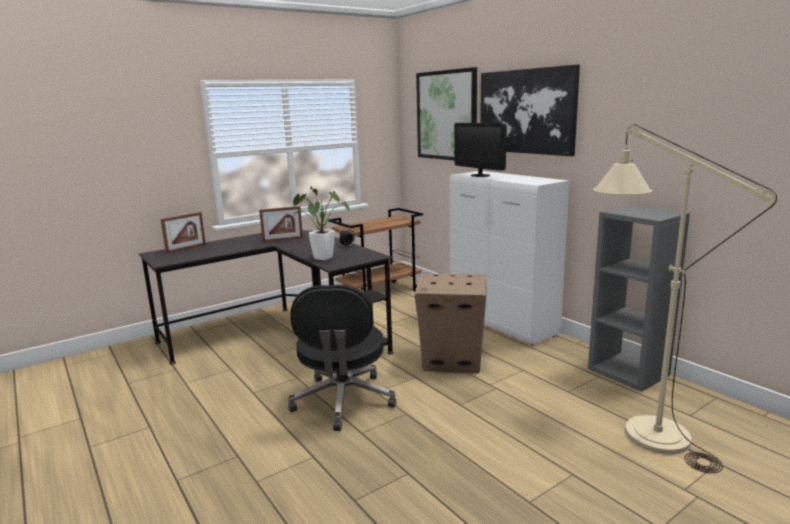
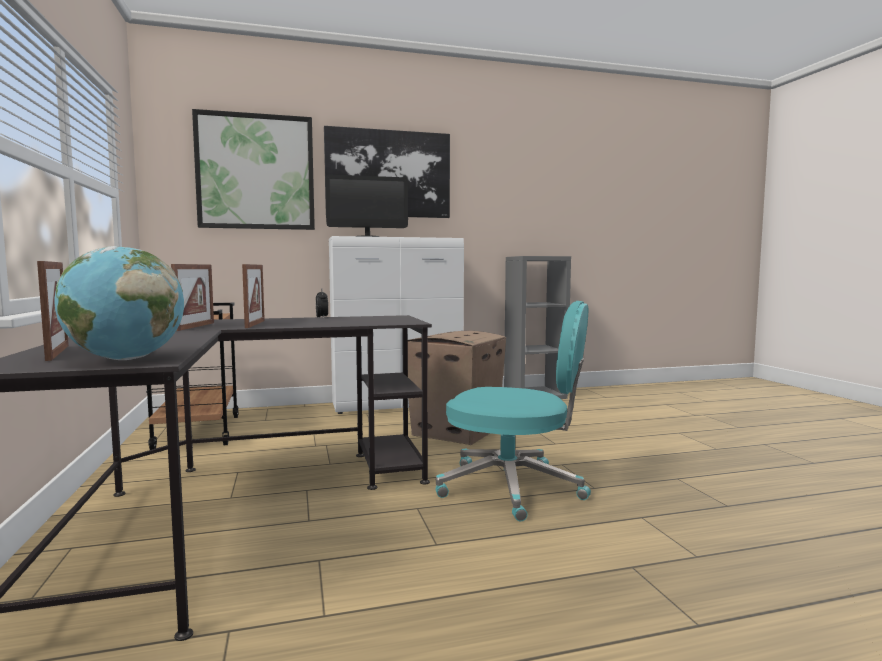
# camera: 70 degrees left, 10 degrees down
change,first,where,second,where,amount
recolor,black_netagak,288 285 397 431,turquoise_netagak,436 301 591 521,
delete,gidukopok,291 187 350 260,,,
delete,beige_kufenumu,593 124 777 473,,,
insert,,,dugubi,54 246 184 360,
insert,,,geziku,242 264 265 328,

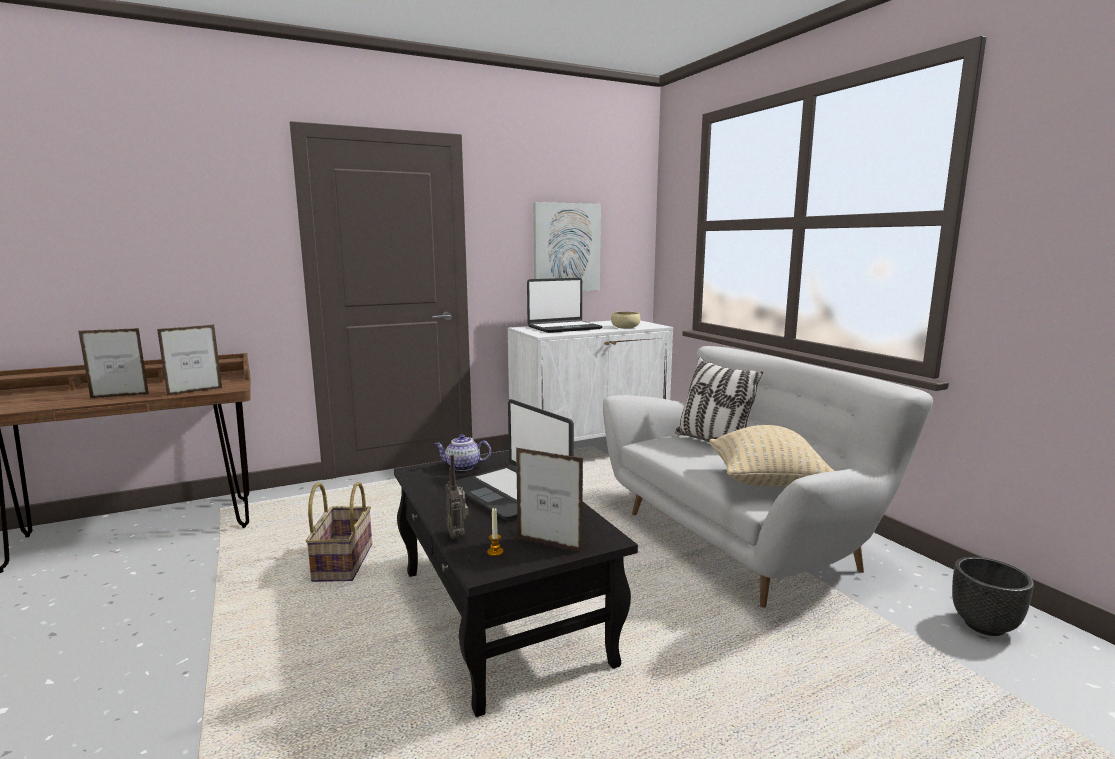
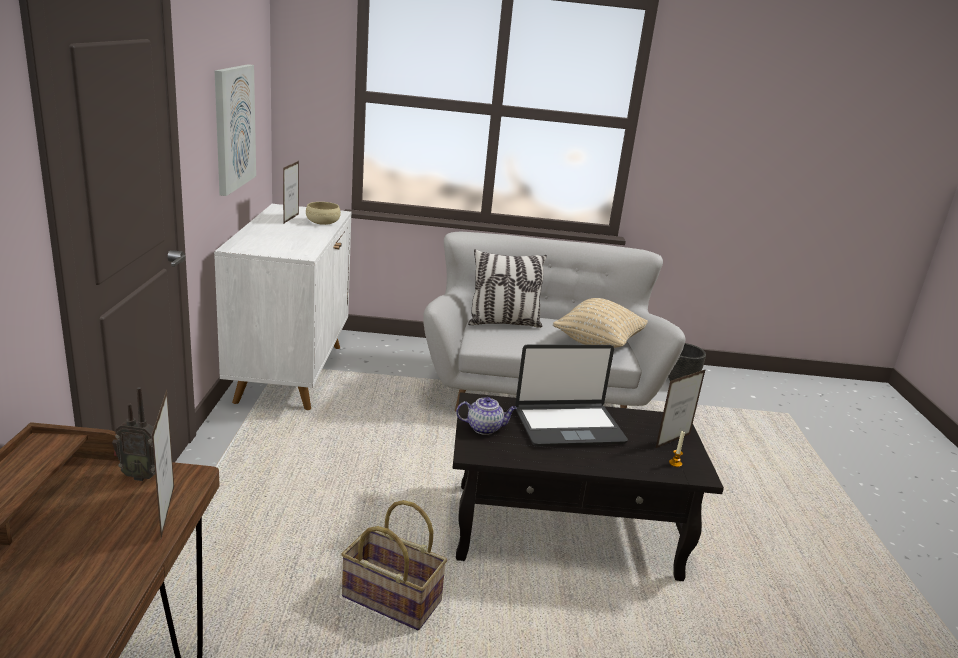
# camera: 65 degrees left, 10 degrees up
change,first,where,second,where,amount
move,geziku,78 328 149 399,,283 161 299 224,
rotate,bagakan,434 434 491 471,,456 397 517 435,120 degrees counterclockwise
move,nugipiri,445 454 469 539,,112 387 155 481,
delete,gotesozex,527 278 603 333,,,

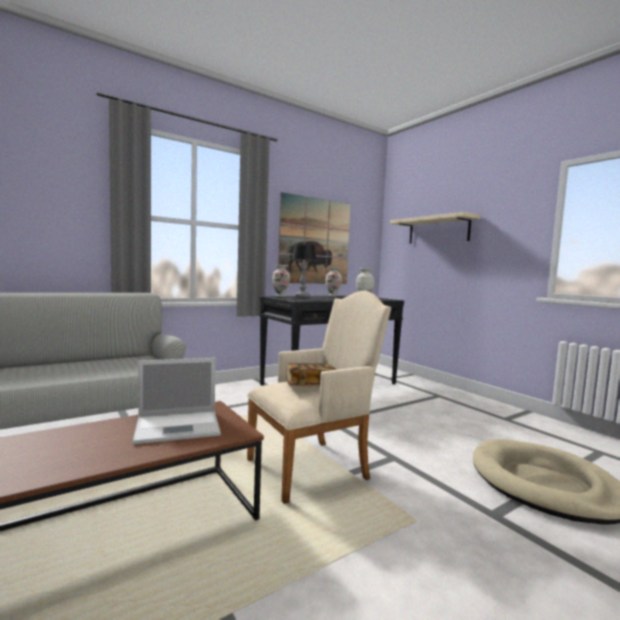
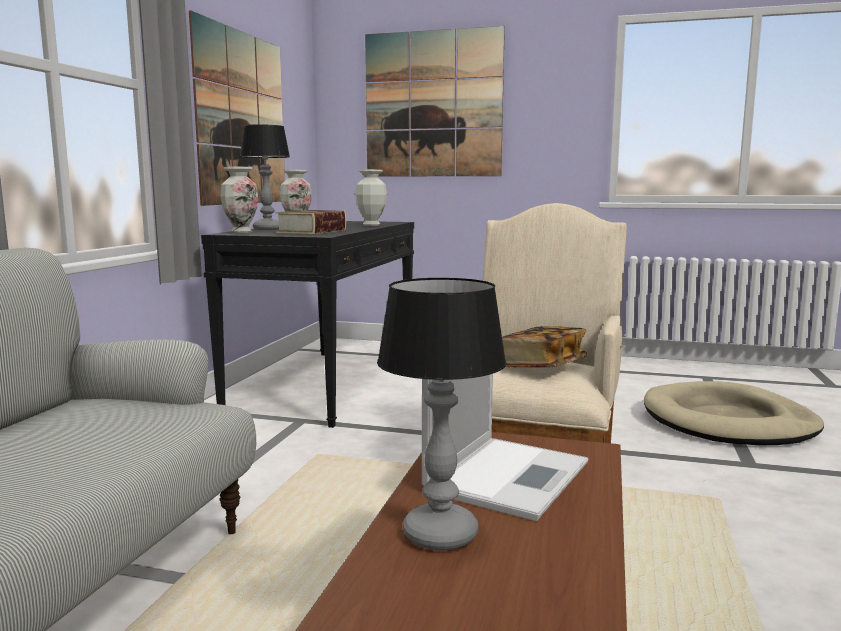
# camera: 40 degrees left, 5 degrees up
change,first,where,second,where,amount
replace,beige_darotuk,390 212 480 244,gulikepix,365 26 505 177,
insert,,,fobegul,276 210 346 234,
insert,,,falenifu,377 278 506 550,

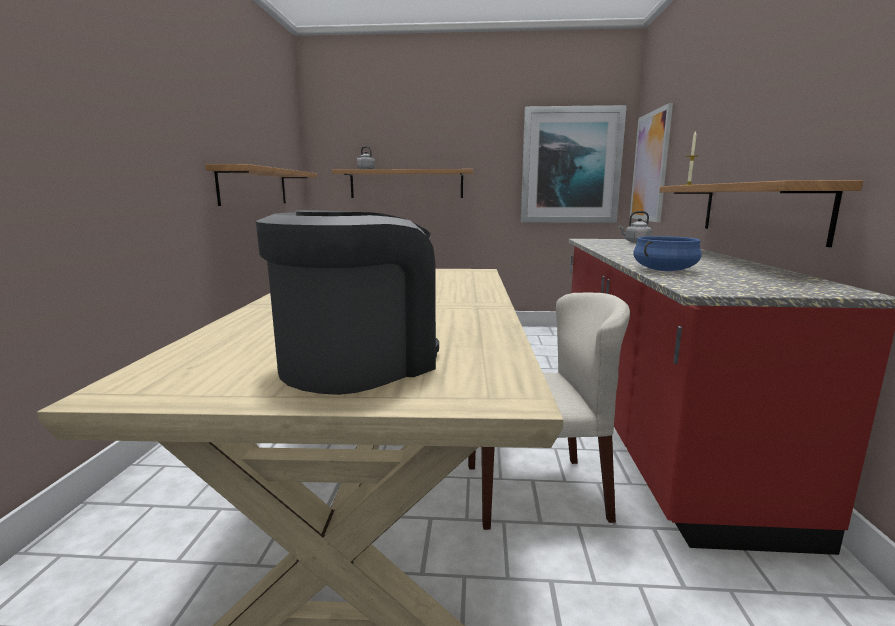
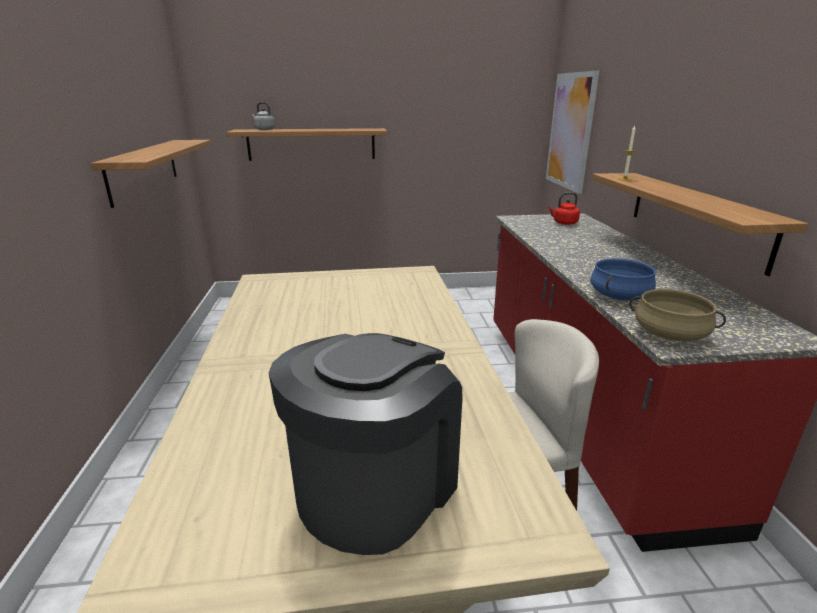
# camera: 10 degrees left, 10 degrees up
change,first,where,second,where,amount
delete,gulikepix,521 105 627 223,,,
recolor,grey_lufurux,618 211 652 243,red_lufurux,548 192 580 225,
insert,,,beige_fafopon,629 289 726 341,

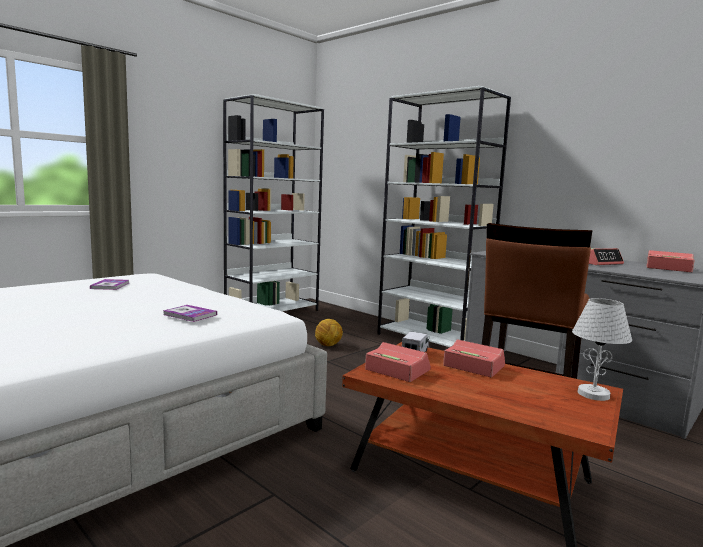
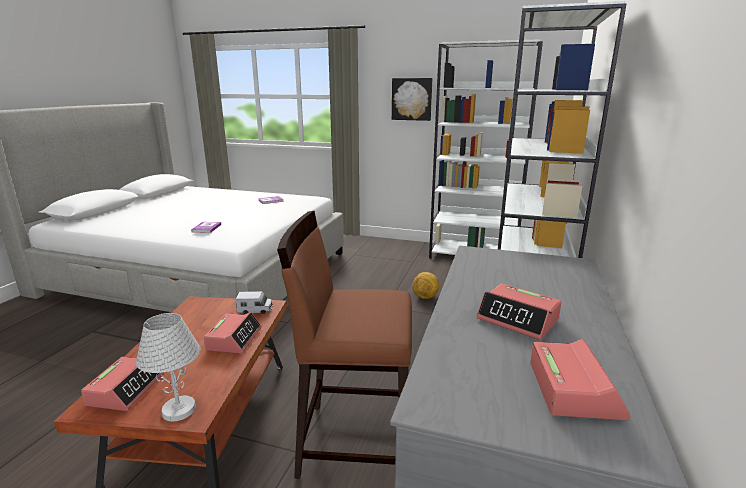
# camera: 65 degrees right, 10 degrees up
change,first,where,second,where,amount
move,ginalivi,365 342 431 382,,81 357 164 411,
insert,,,gulikepix,392 78 432 121,

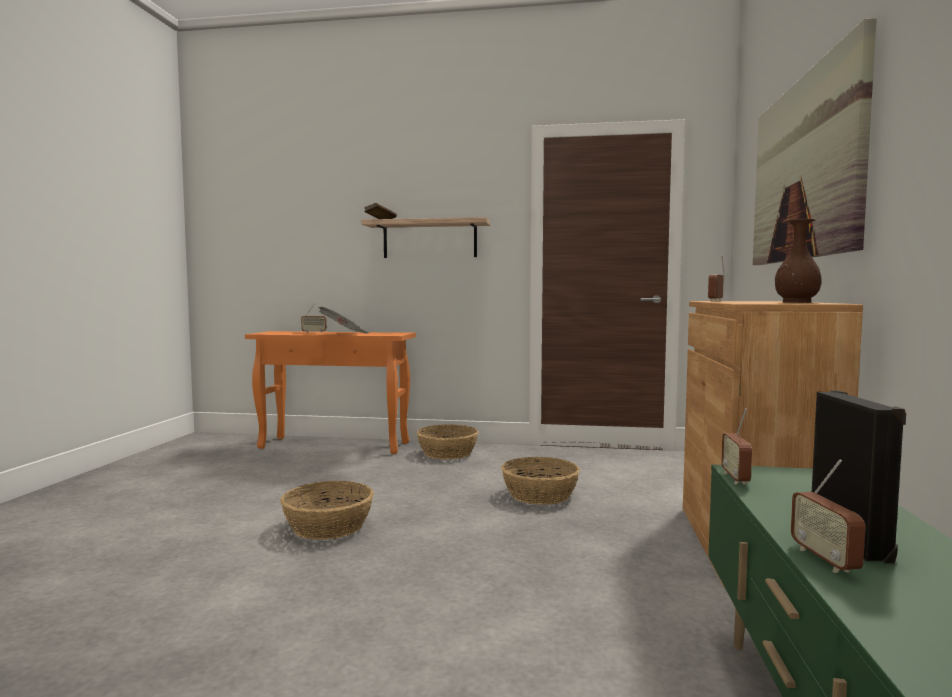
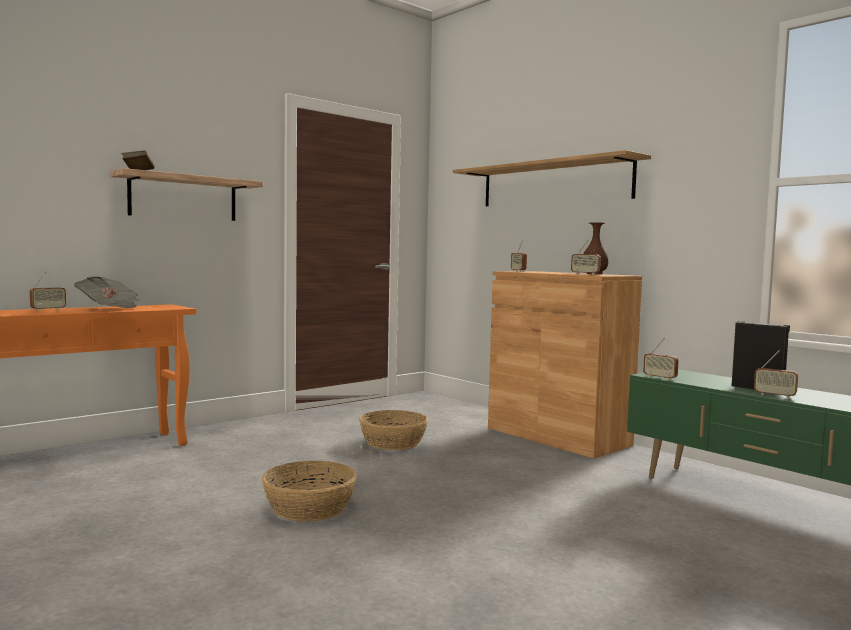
# camera: 50 degrees left, 0 degrees up
change,first,where,second,where,amount
delete,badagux,417 424 479 460,,,
replace,gulikepix,753 18 876 265,darotuk,453 150 651 206,
insert,,,nugipiri,571 239 601 275,

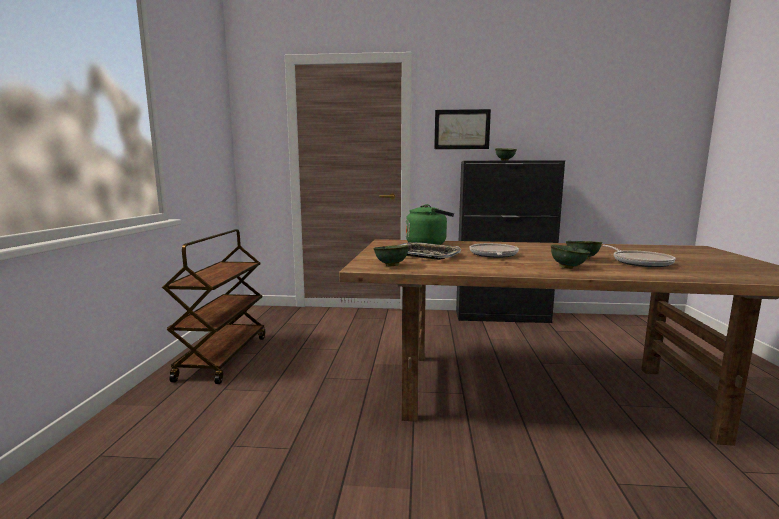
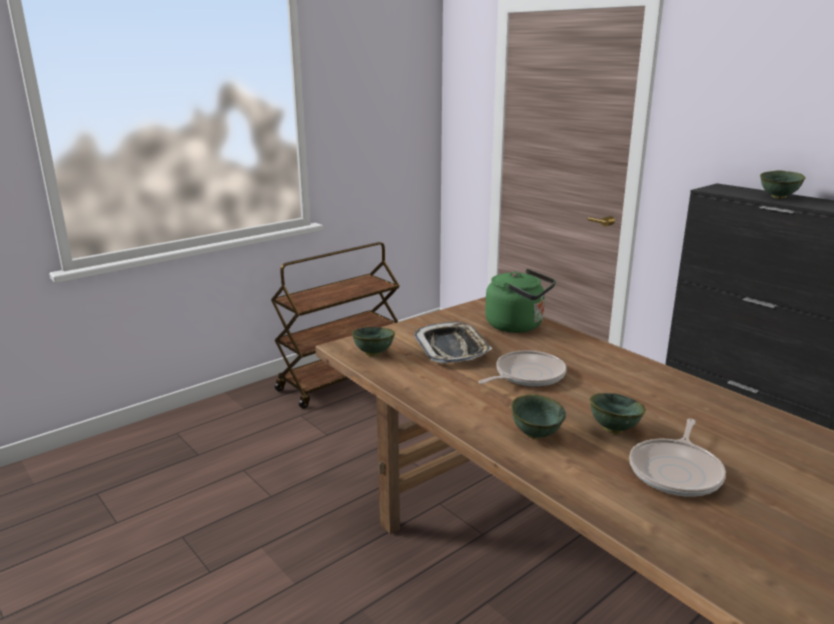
# camera: 45 degrees right, 10 degrees up
change,first,where,second,where,amount
delete,gulikepix,434 109 491 149,,,

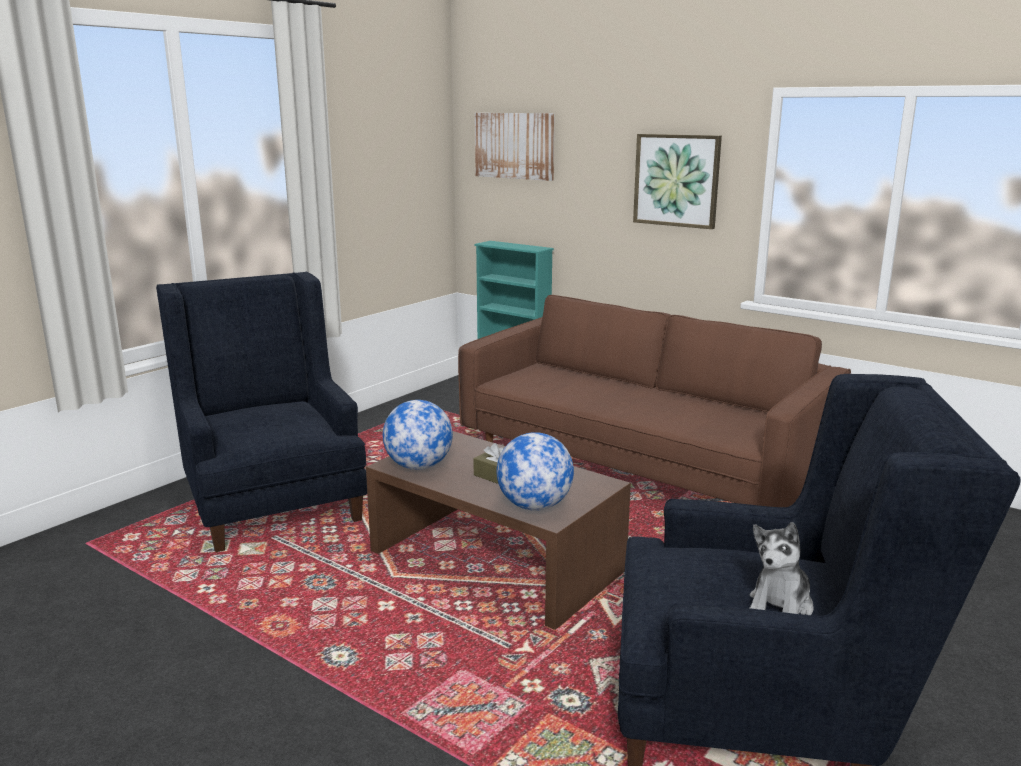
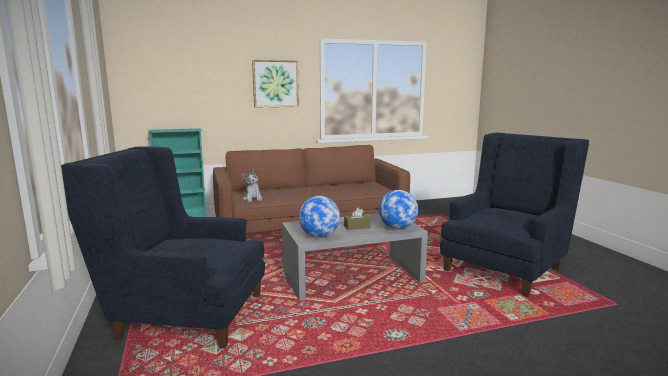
# camera: 55 degrees left, 5 degrees down
change,first,where,second,where,amount
recolor,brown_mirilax,366 431 631 630,grey_mirilax,282 213 428 301,
delete,gulikepix,475 113 555 181,,,
move,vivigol,750 522 813 615,,242 169 262 202,

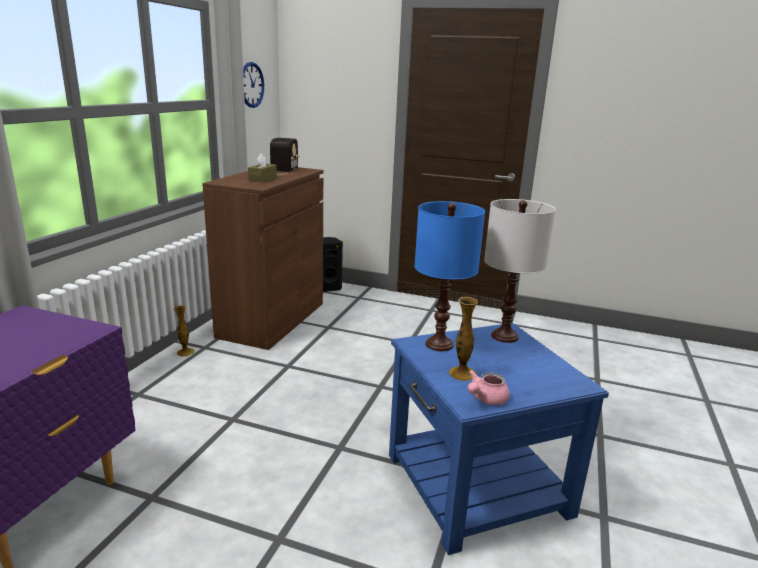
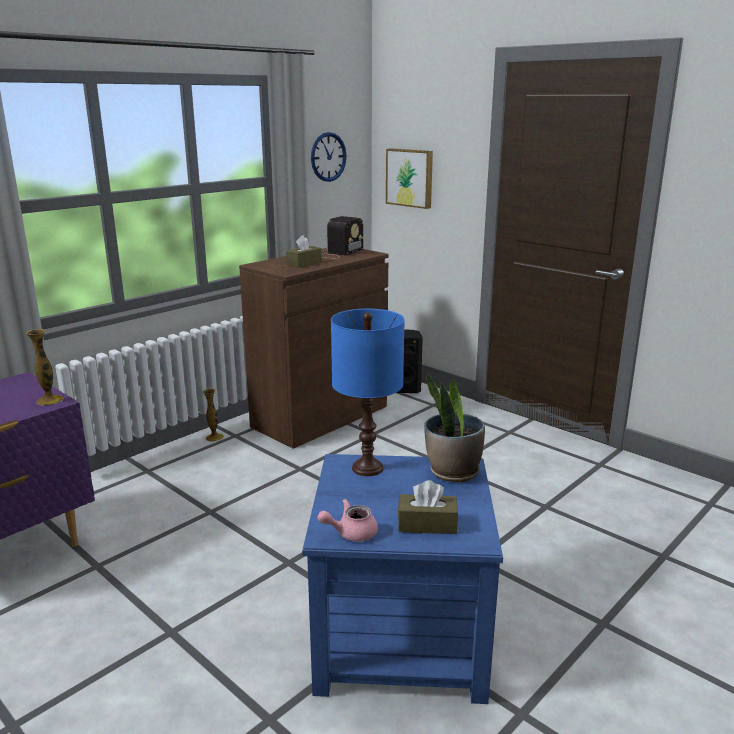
# camera: 25 degrees right, 0 degrees up
change,first,where,second,where,amount
move,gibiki,449 297 478 381,,26 329 64 406,
replace,white_falenifu,484 199 556 343,gidukopok,424 374 485 482,
insert,,,gulikepix,386 148 433 209,
insert,,,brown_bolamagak,398 480 458 534,

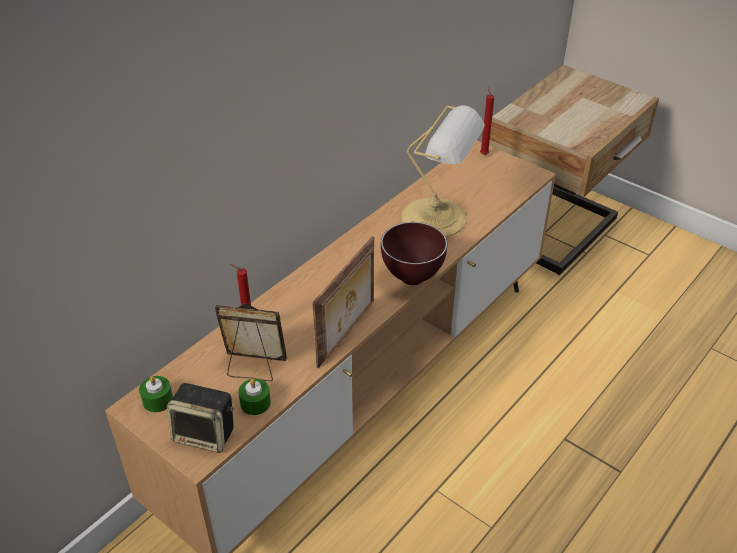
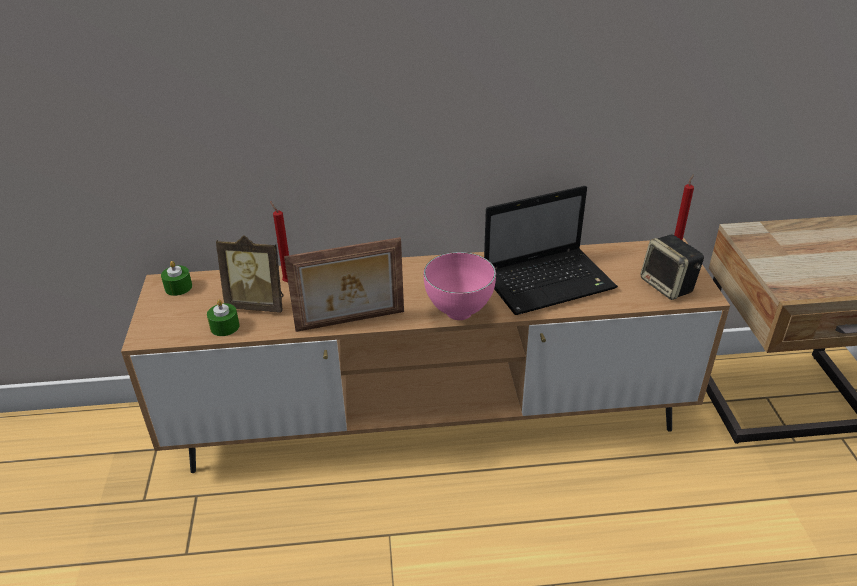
# camera: 45 degrees right, 5 degrees down
change,first,where,second,where,amount
move,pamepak,167 383 234 453,,641 235 704 300,
rotate,geziku,215 303 287 381,,216 235 283 313,135 degrees clockwise
recolor,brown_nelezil,381 222 447 285,pink_nelezil,424 252 496 320,
replace,falenifu,401 105 485 237,gotesozex,484 186 618 315,

